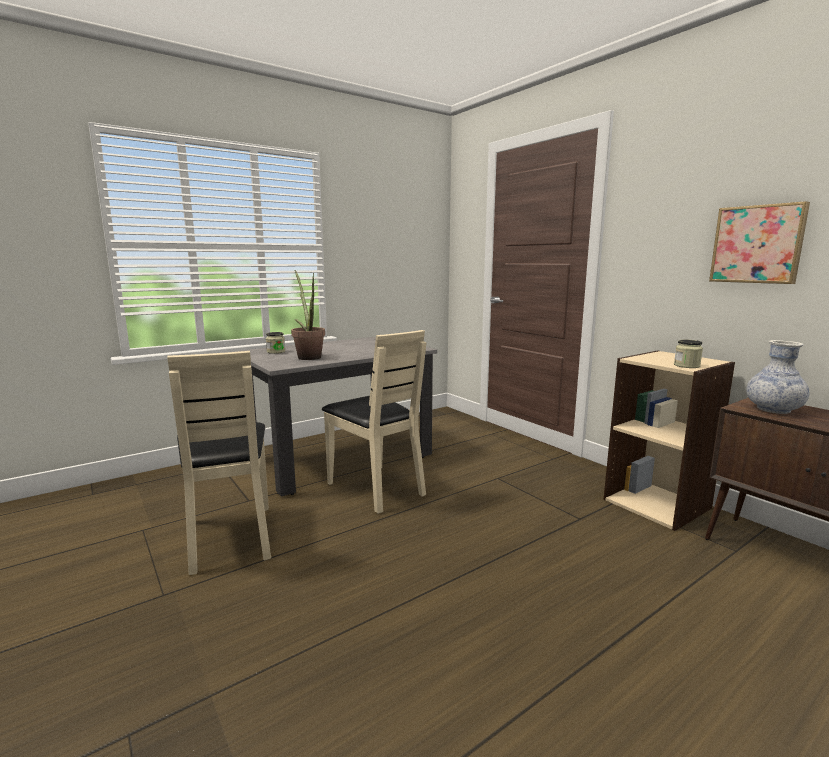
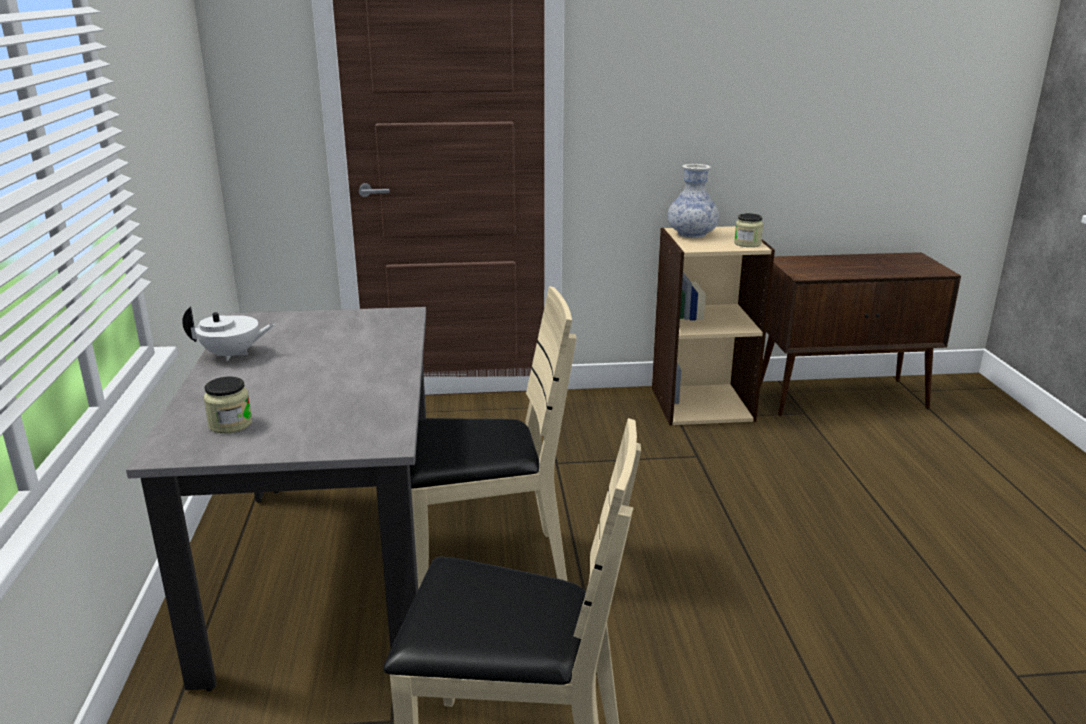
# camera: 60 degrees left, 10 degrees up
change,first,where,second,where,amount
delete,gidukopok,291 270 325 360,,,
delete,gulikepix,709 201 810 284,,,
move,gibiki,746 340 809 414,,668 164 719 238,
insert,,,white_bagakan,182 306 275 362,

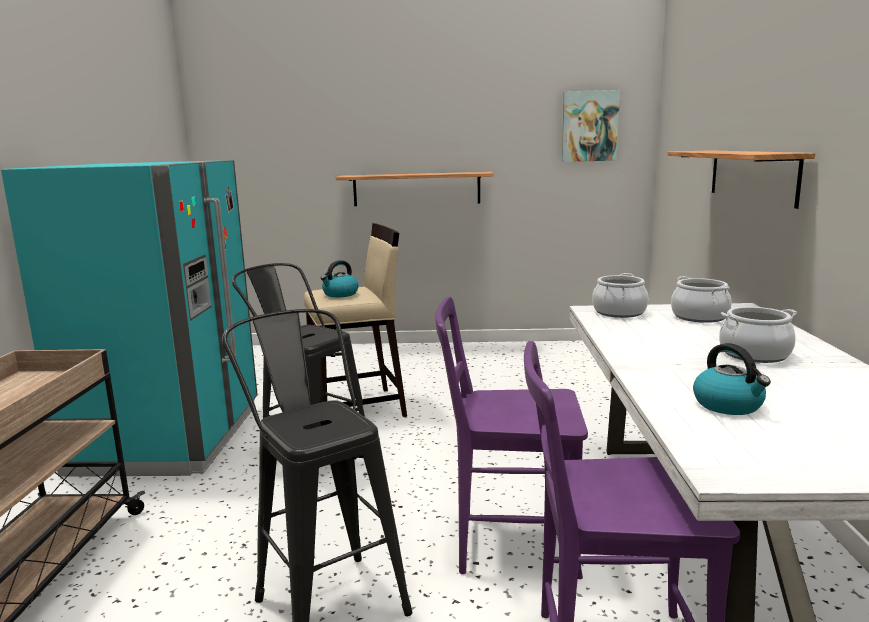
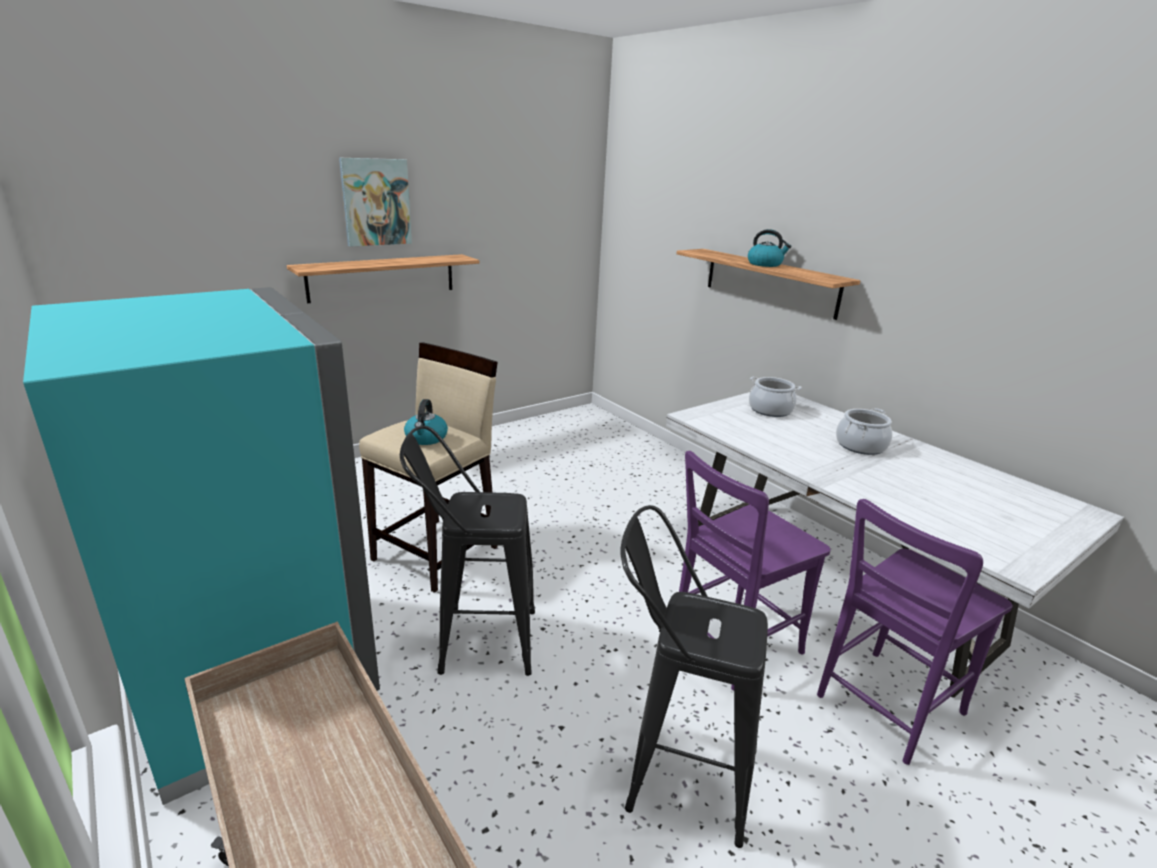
# camera: 40 degrees left, 10 degrees up
change,first,where,second,where,amount
move,gulikepix,562 90 620 162,,339 158 412 247,
delete,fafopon,592 273 648 318,,,
move,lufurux,693 343 771 415,,748 229 791 267,

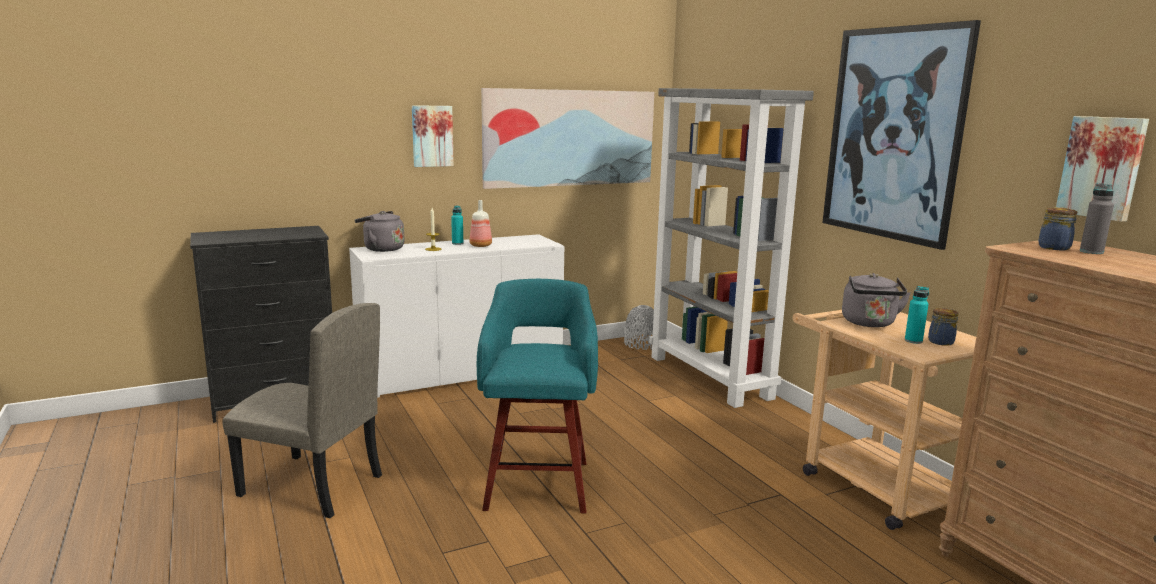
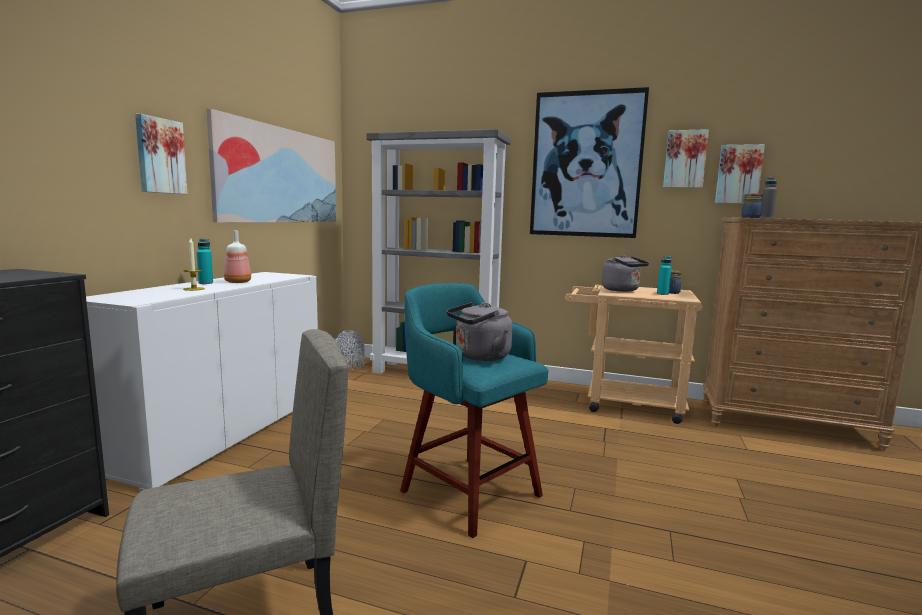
# camera: 45 degrees left, 5 degrees down
change,first,where,second,where,amount
move,grey_lufurux,355 211 404 252,,447 302 512 361,
insert,,,gulikepix,663 129 709 188,

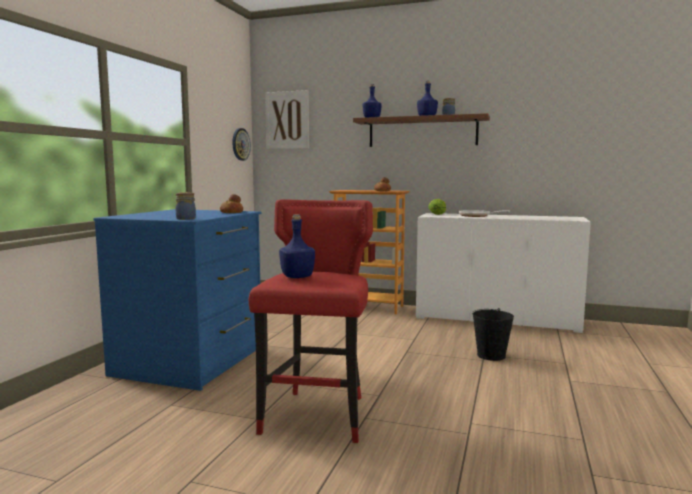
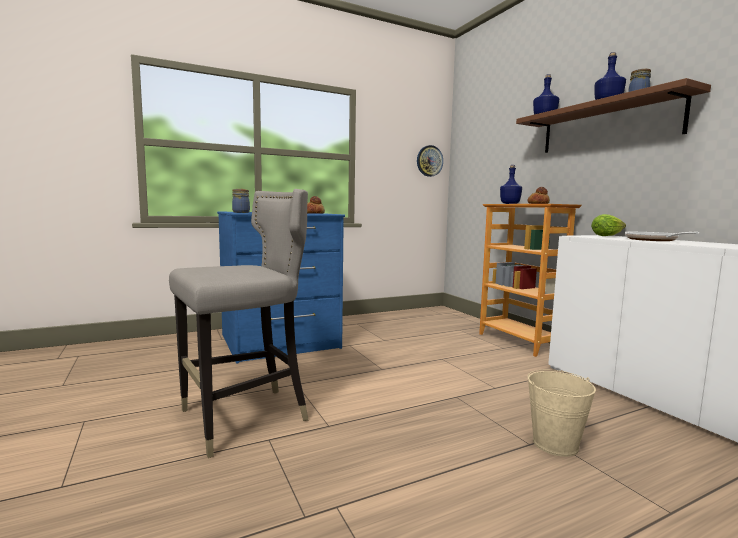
# camera: 45 degrees right, 0 degrees up
change,first,where,second,where,amount
recolor,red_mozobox,249 200 373 443,grey_mozobox,169 189 308 458,
delete,gulikepix,265 90 309 149,,,
move,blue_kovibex,279 214 315 278,,500 165 522 204,
recolor,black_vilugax,472 308 514 361,beige_vilugax,528 370 596 457,

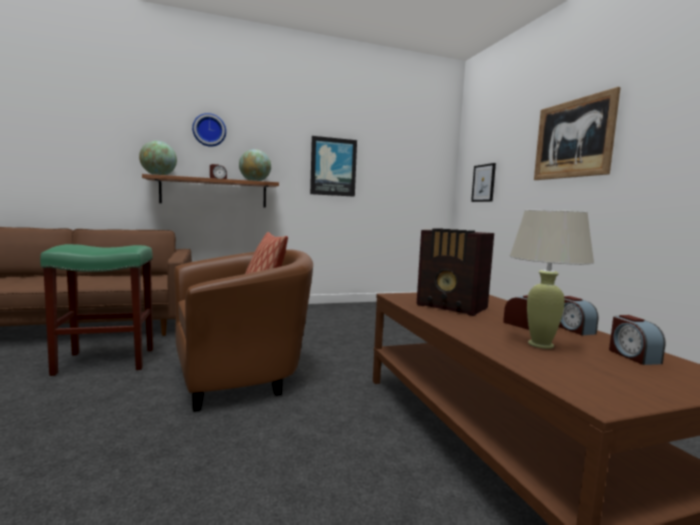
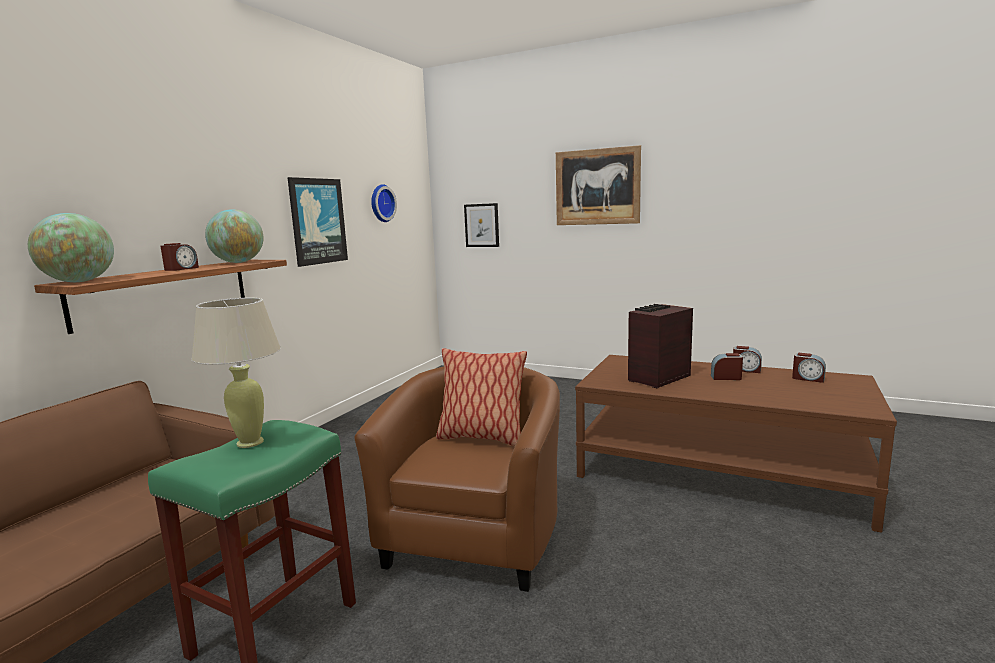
# camera: 45 degrees left, 5 degrees up
change,first,where,second,where,amount
move,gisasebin,192 113 226 147,,371 184 397 222,
rotate,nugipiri,417 228 494 316,,628 304 693 388,150 degrees clockwise
move,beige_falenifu,510 210 594 349,,192 298 281 448,

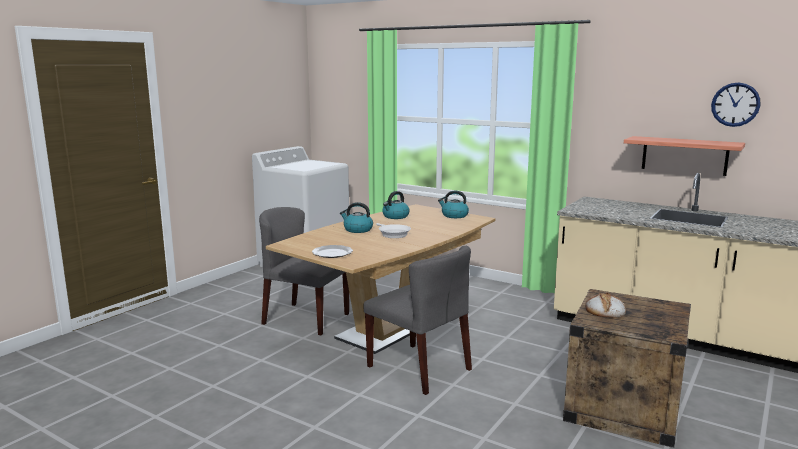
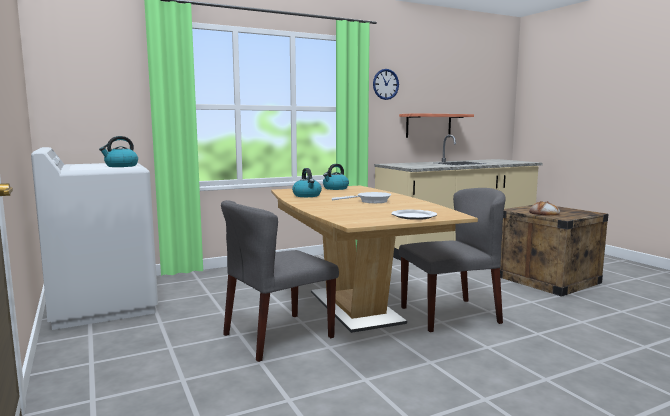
# camera: 60 degrees left, 5 degrees down
change,first,where,second,where,amount
move,lufurux,340 202 373 233,,99 136 138 167,
move,gisasebin,711 82 761 127,,373 69 399 100,

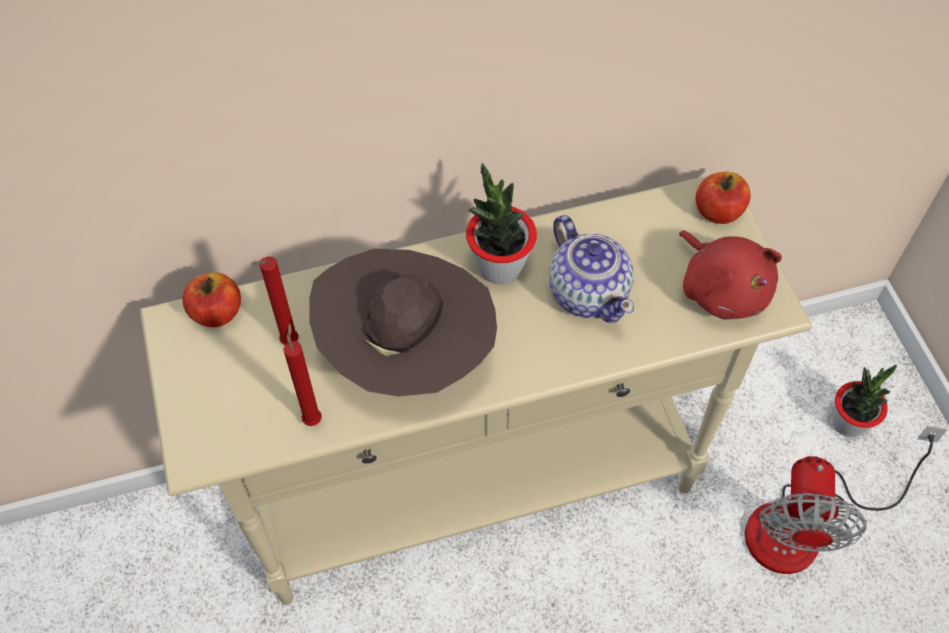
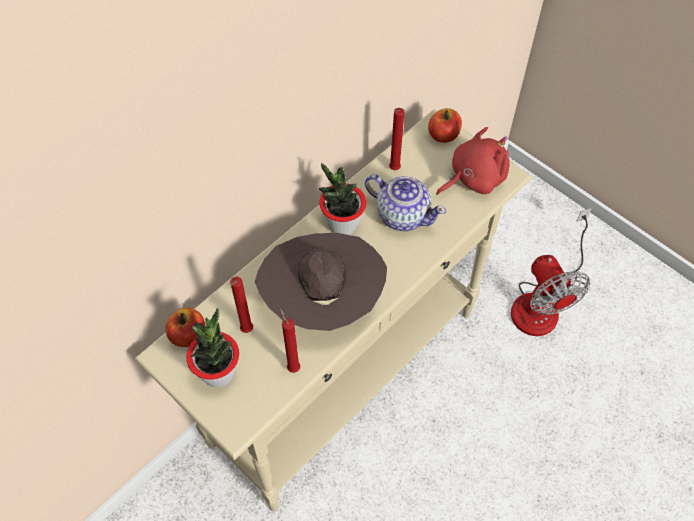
# camera: 30 degrees left, 0 degrees up
change,first,where,second,where,amount
rotate,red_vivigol,679 230 782 320,,436 127 510 195,60 degrees counterclockwise
move,gidukopok,833 364 897 437,,186 308 239 388,
insert,,,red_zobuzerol,389 108 404 170,

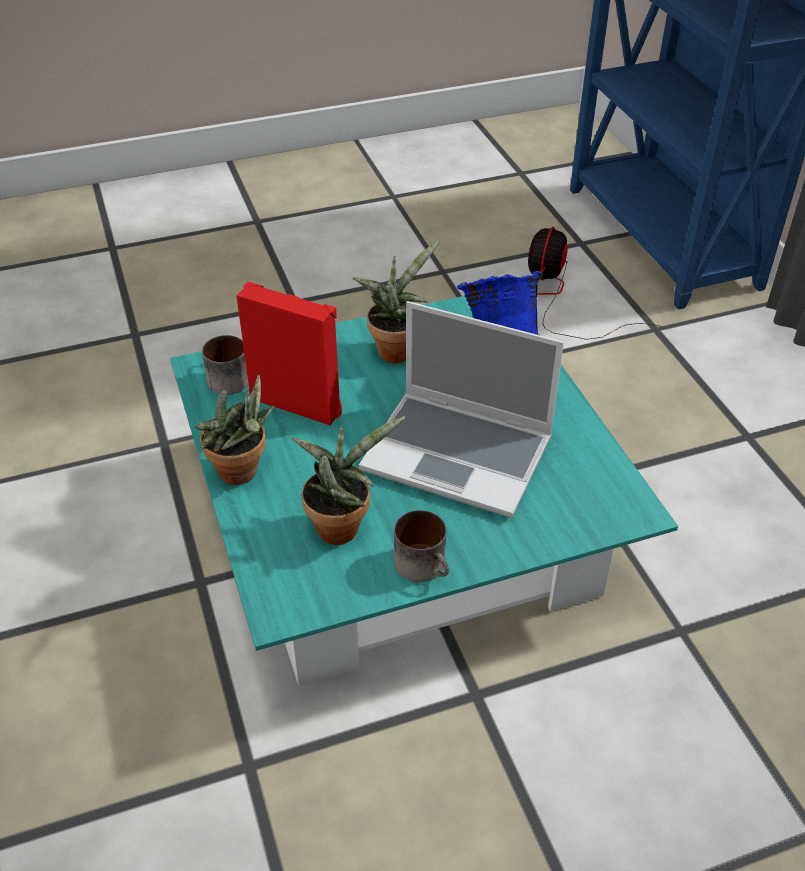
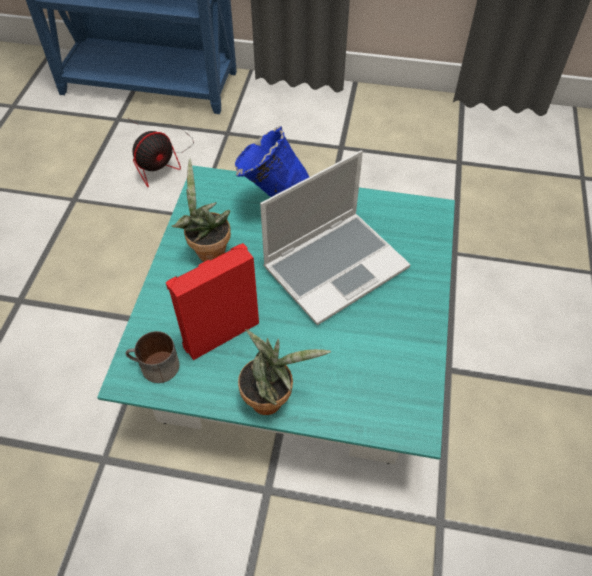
# camera: 60 degrees left, 10 degrees up
change,first,where,second,where,amount
delete,gidukopok,292 416 406 545,,,
delete,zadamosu,394 510 449 582,,,
rotate,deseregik,528 227 662 340,,127 117 194 187,90 degrees counterclockwise

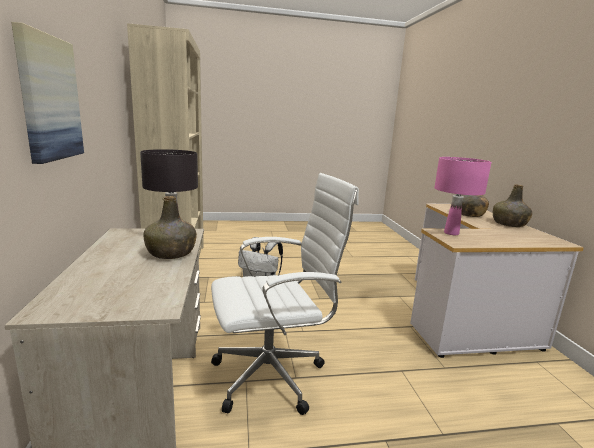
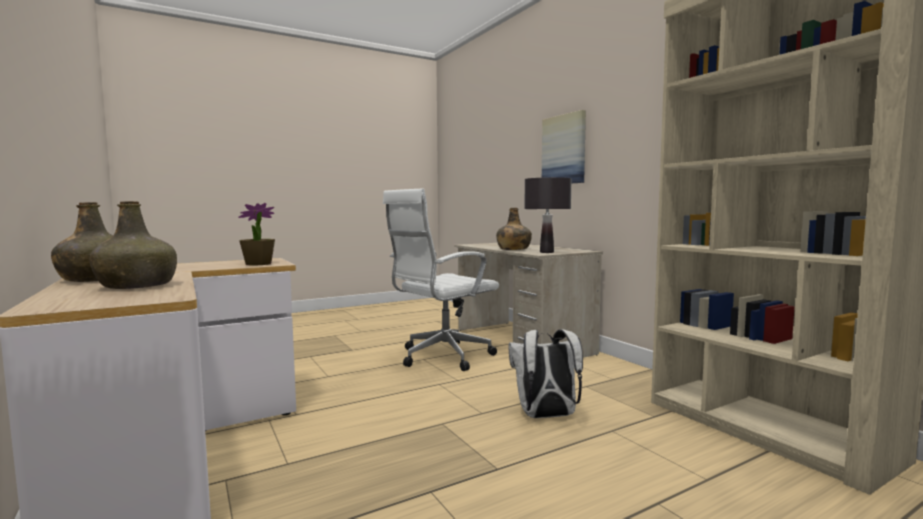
# camera: 160 degrees right, 10 degrees down
change,first,where,second,where,amount
replace,pink_falenifu,434 157 492 235,gidukopok,239 203 275 266,

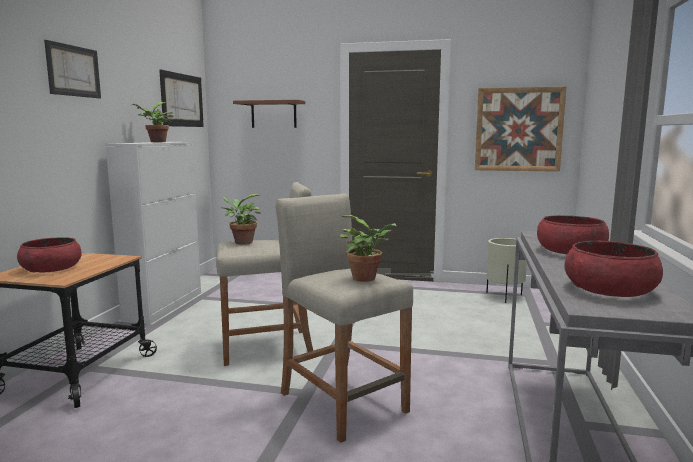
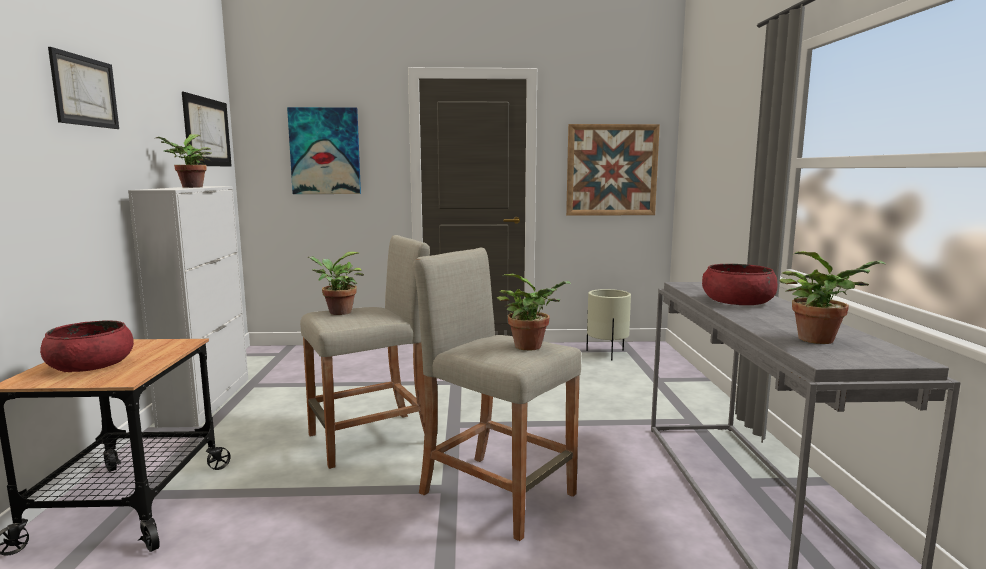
# camera: 15 degrees left, 0 degrees up
change,first,where,second,where,amount
replace,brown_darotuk,233 100 305 128,gulikepix,287 107 361 194,
replace,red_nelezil,565 241 663 297,gidukopok,779 251 887 344,

